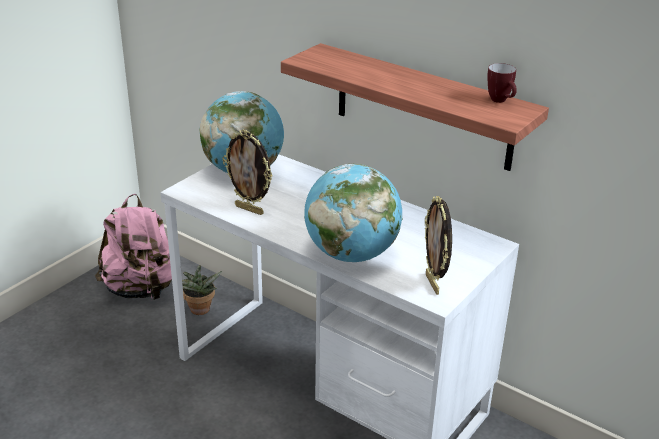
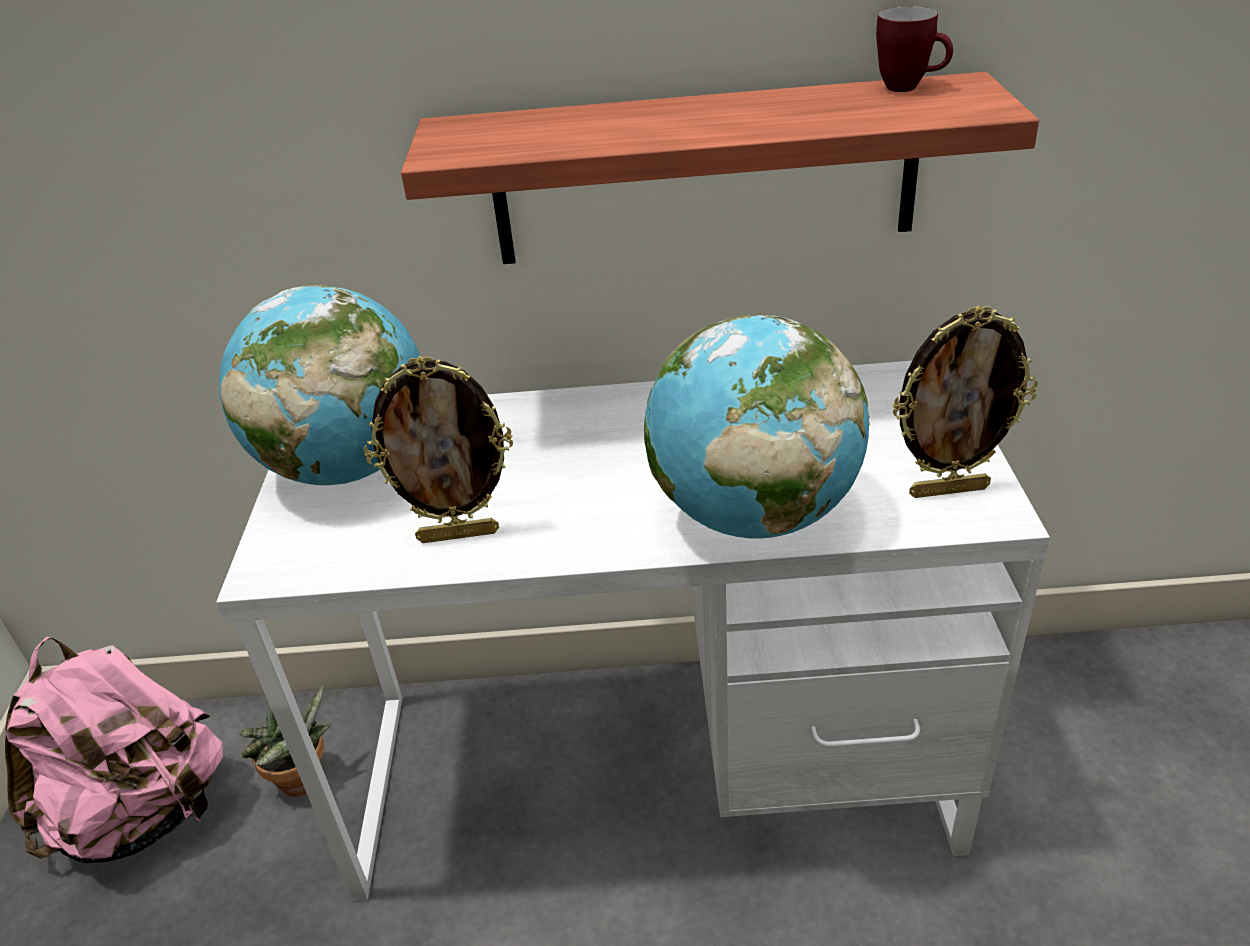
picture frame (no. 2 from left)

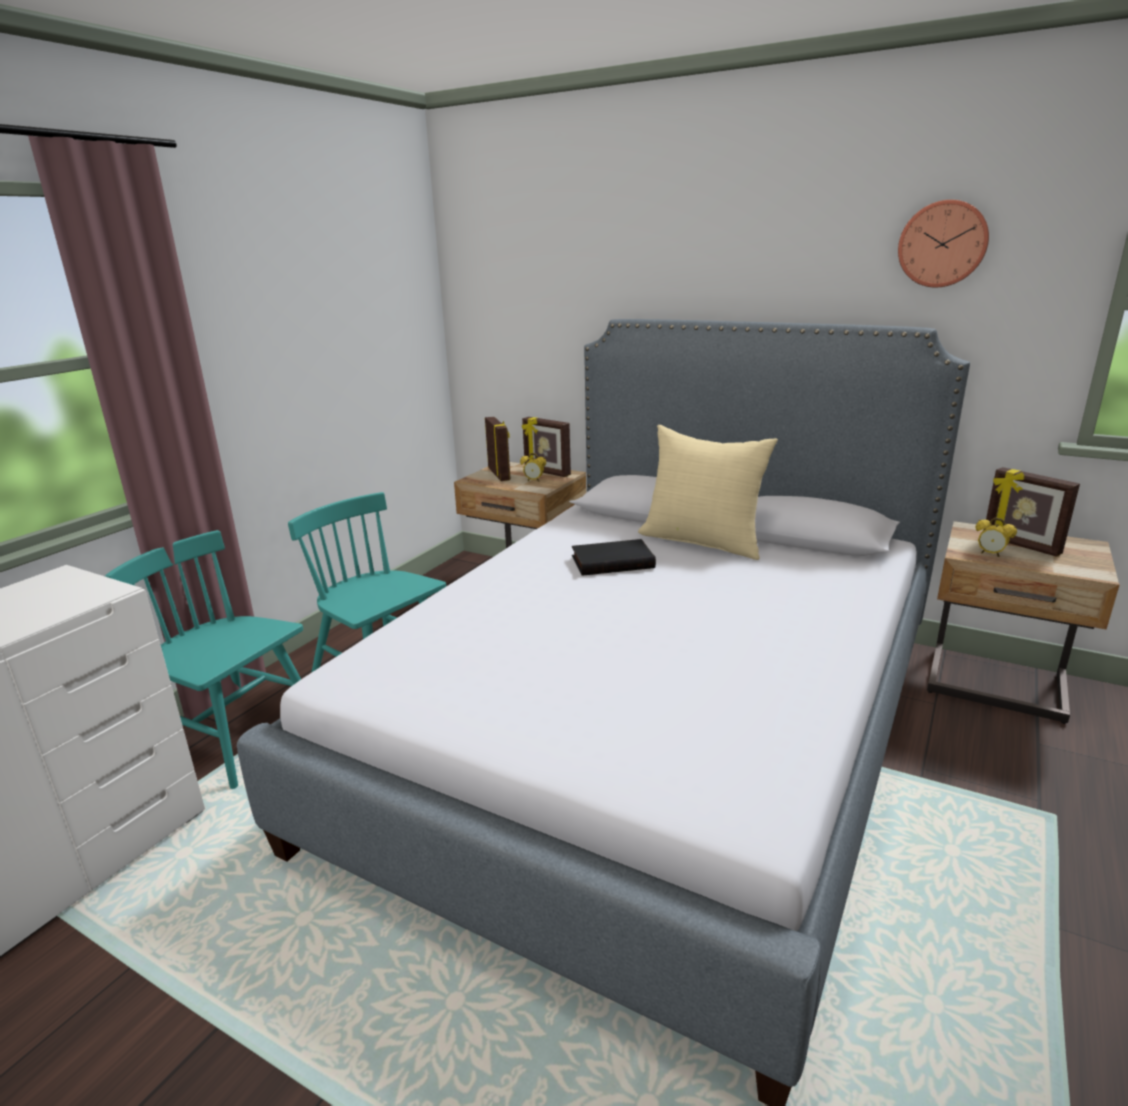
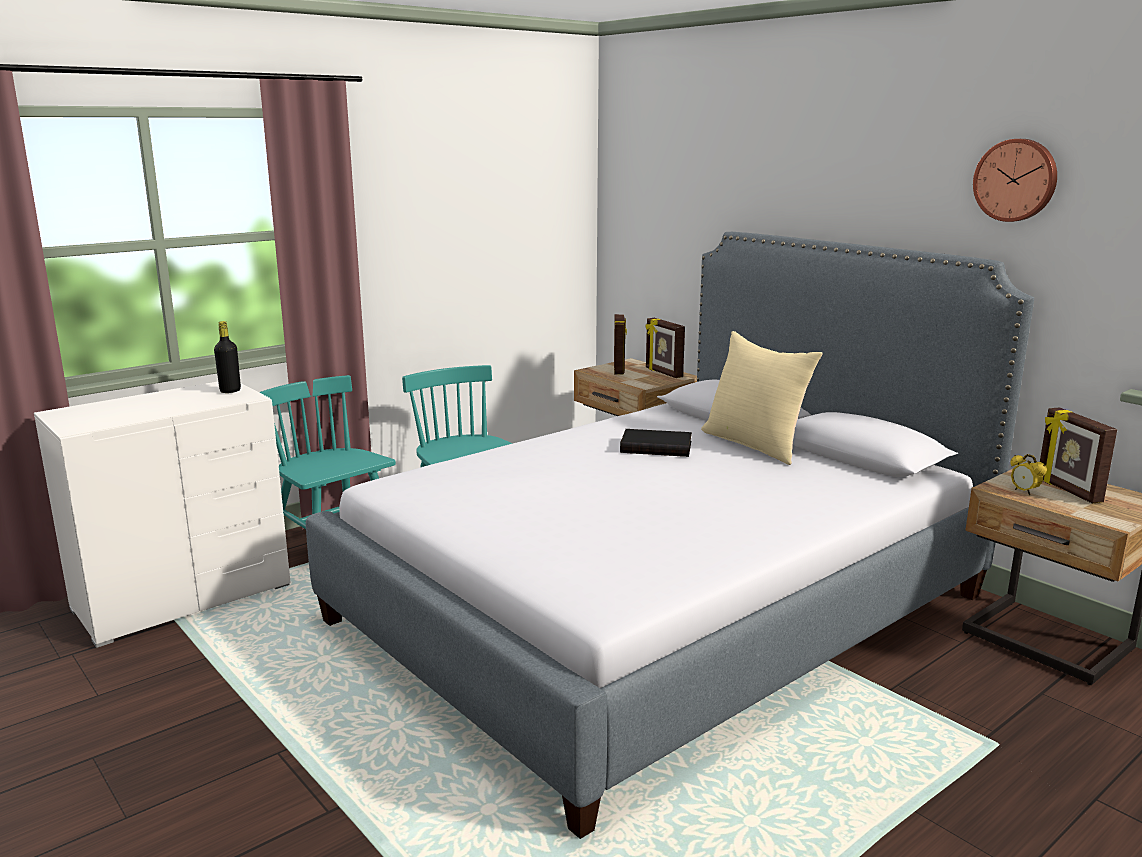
alarm clock (no. 1 from left in the first image)
bottle/black

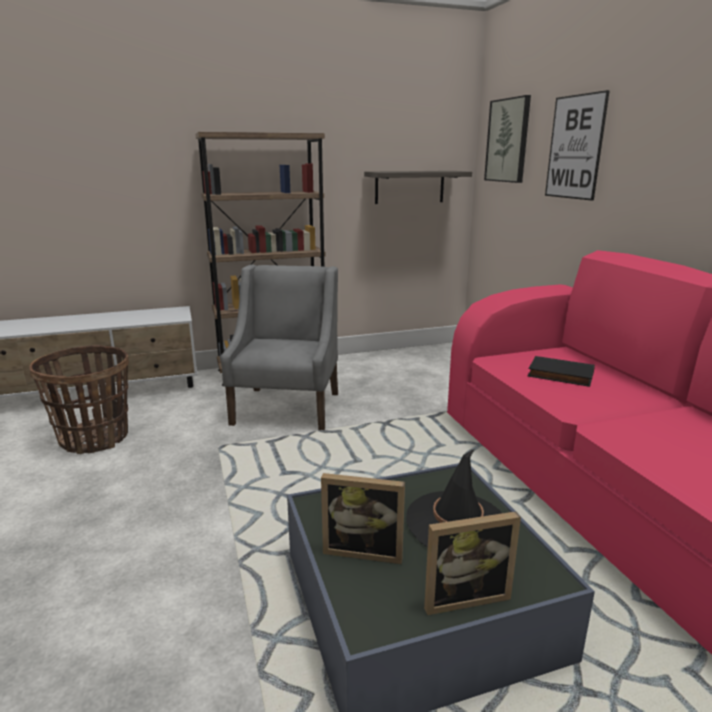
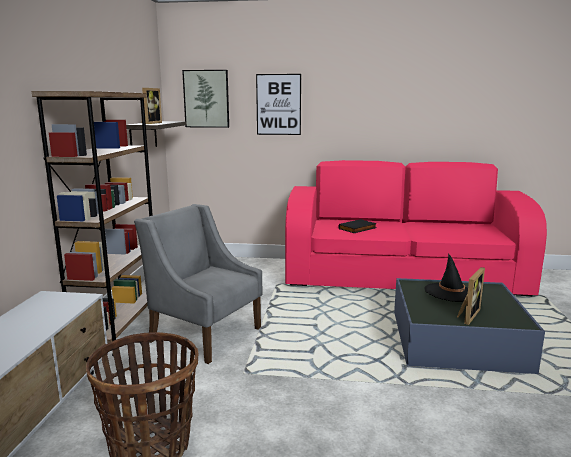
picture frame (no. 1 from left)

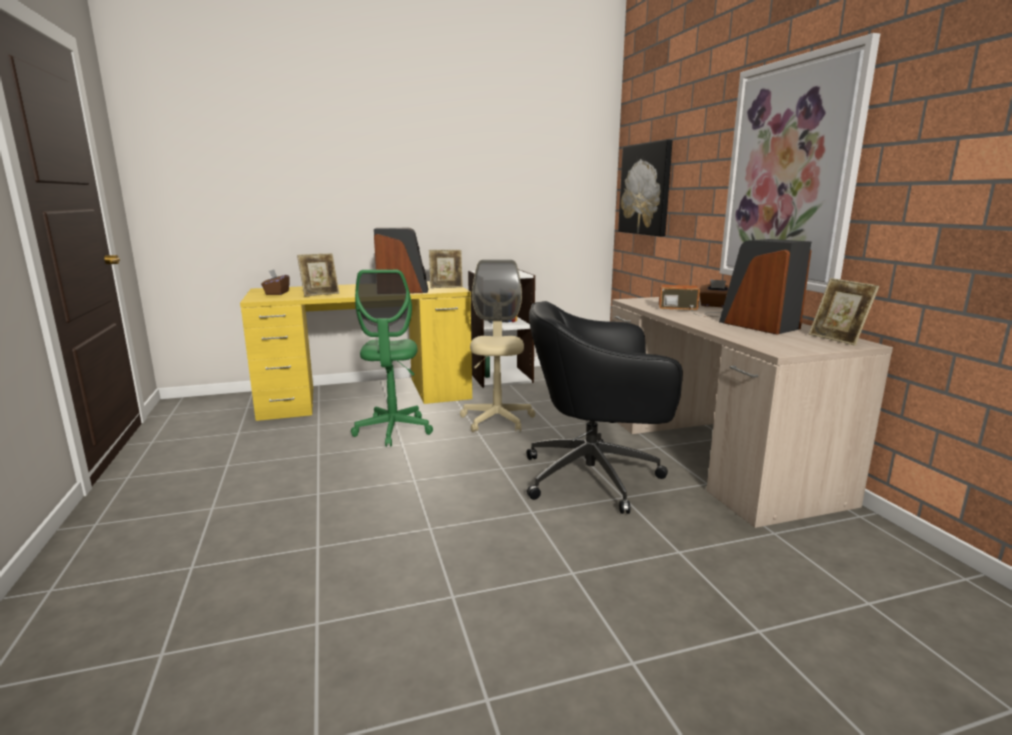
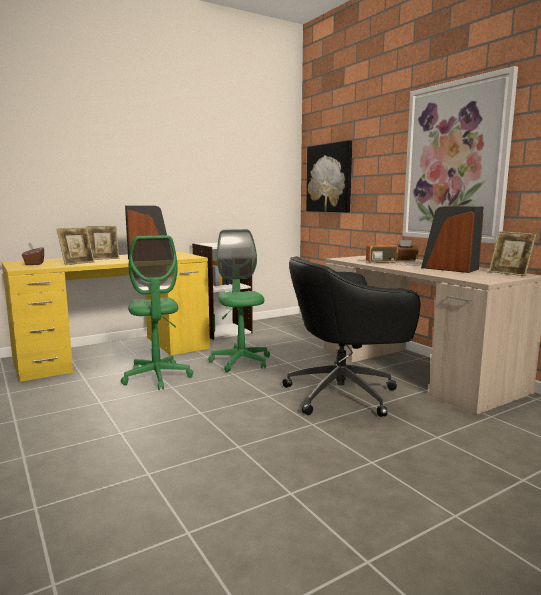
picture frame (no. 2 from left)
office chair/green (no. 2 from left)

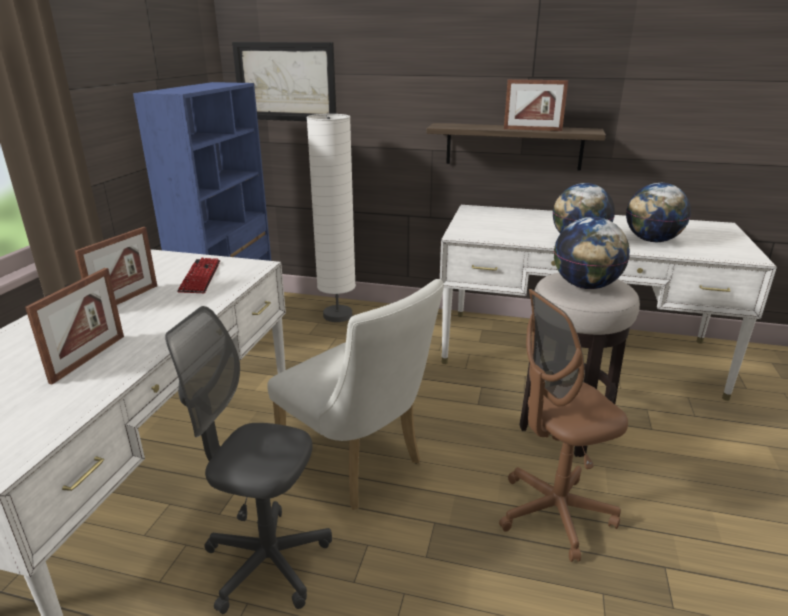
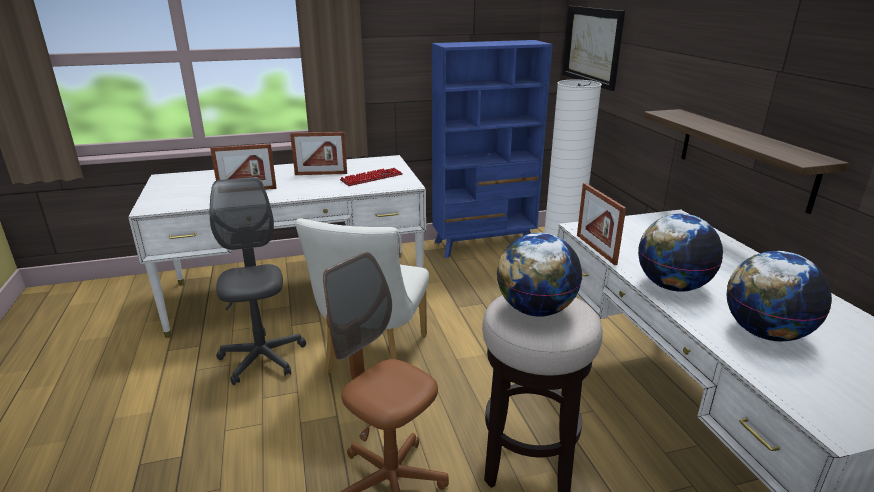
picture frame (no. 3 from left)

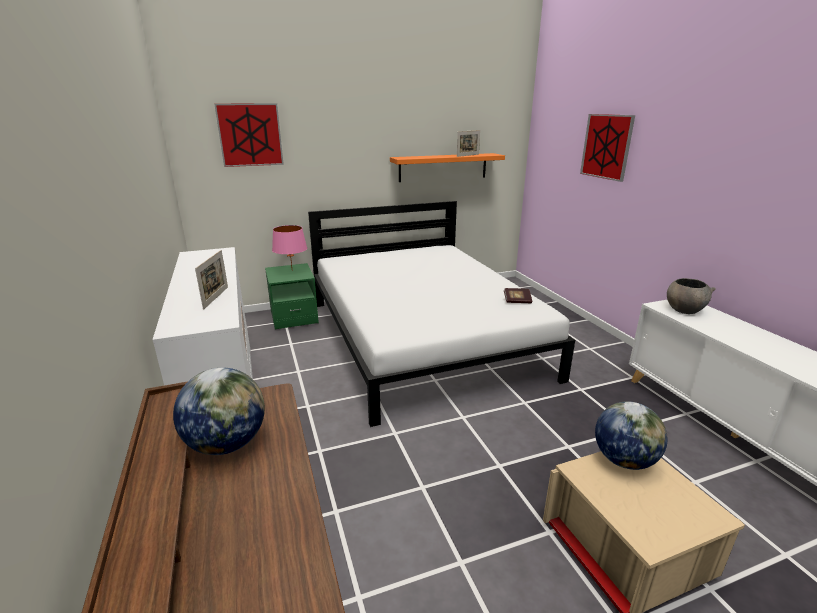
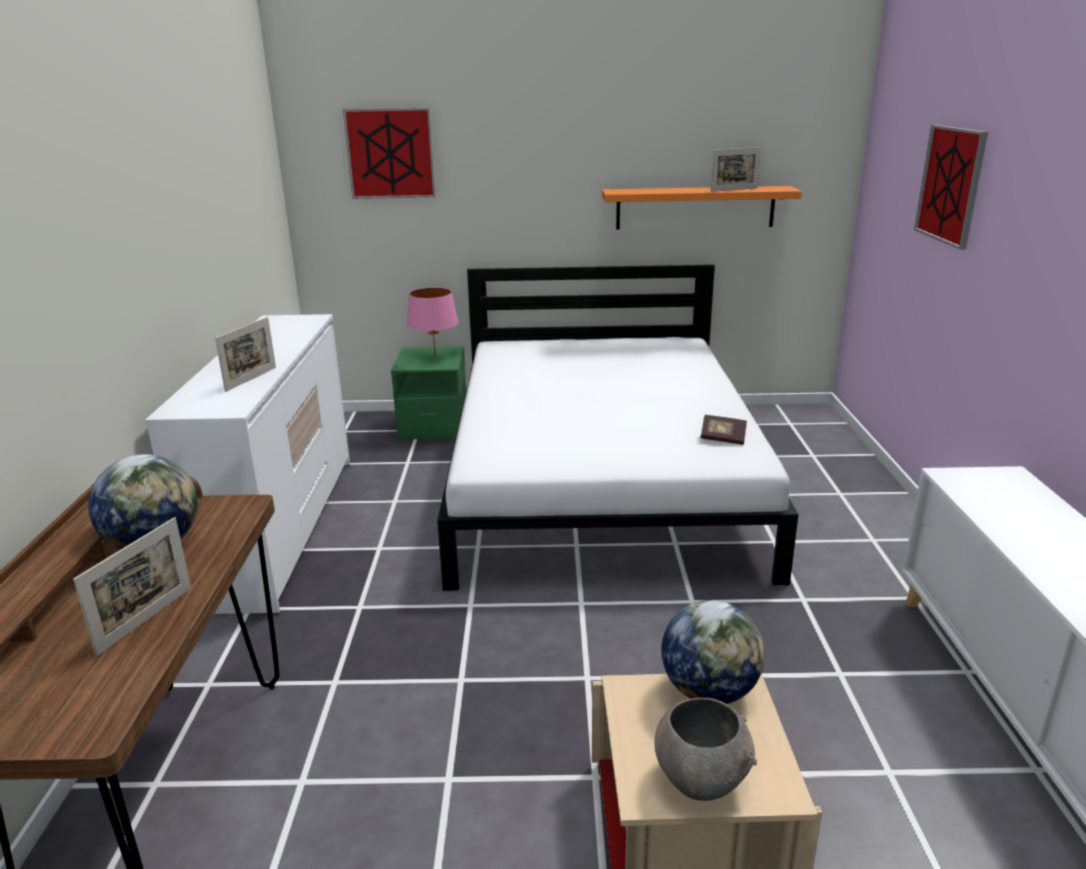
picture frame (no. 1 from left)
bowl/grey

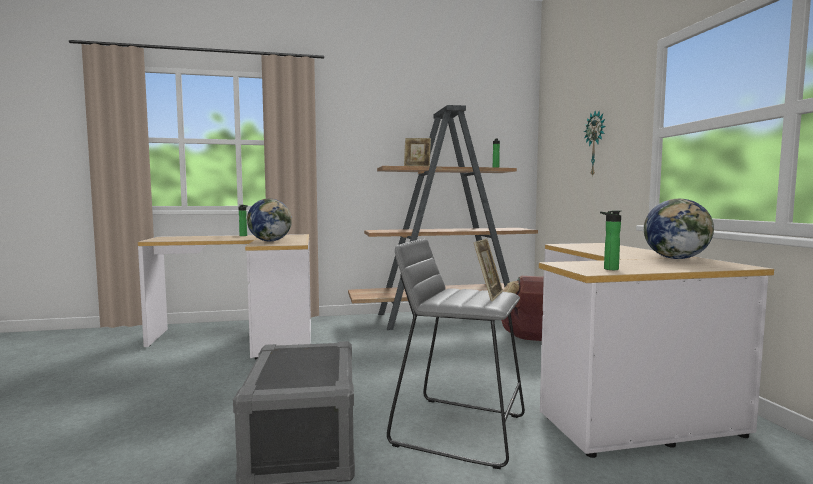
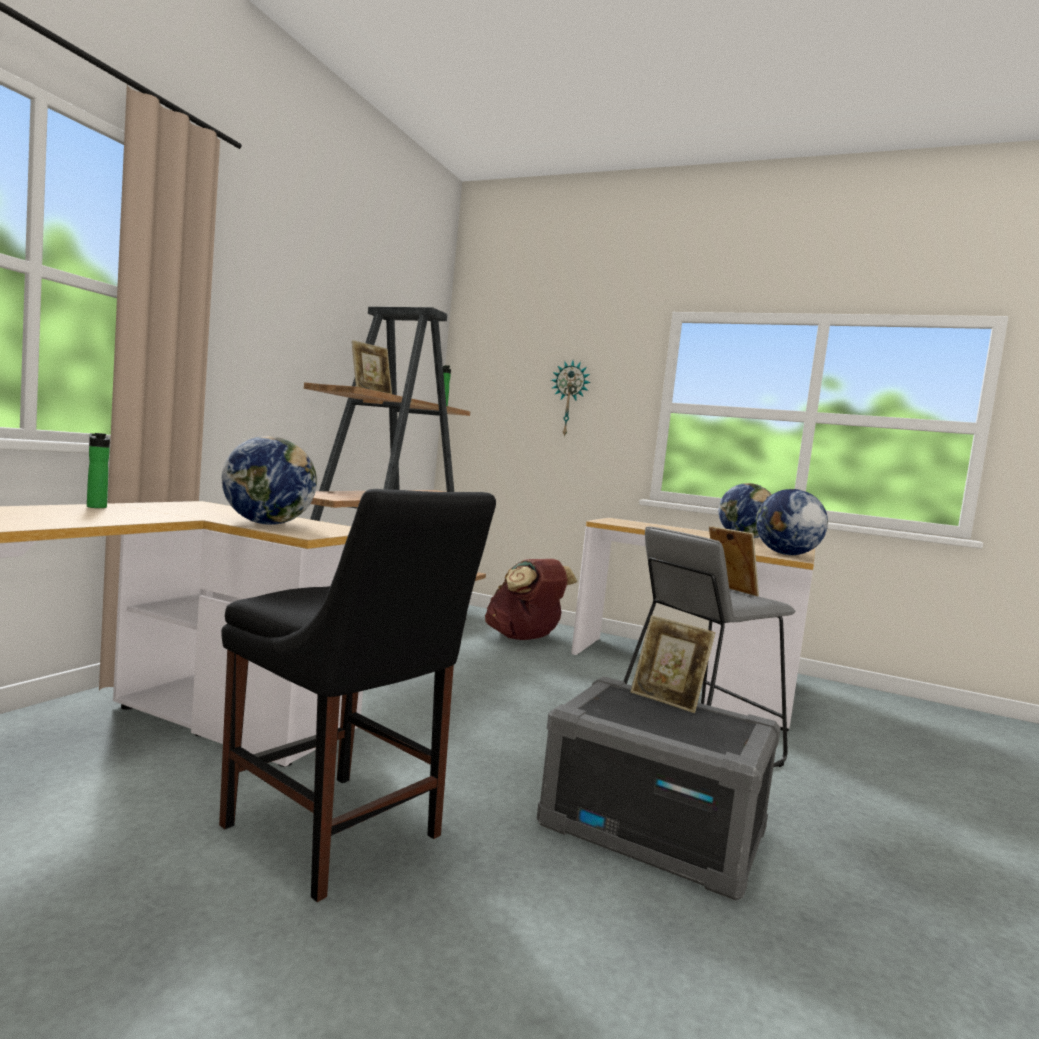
chair/black
picture frame (no. 2 from left)
globe (no. 3 from left)

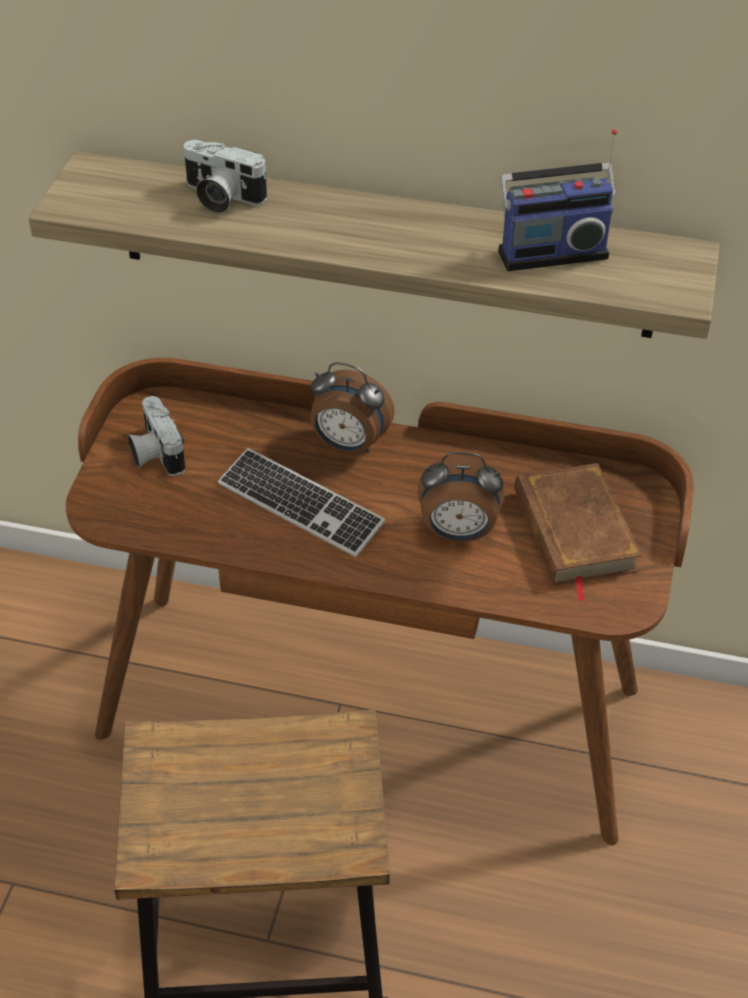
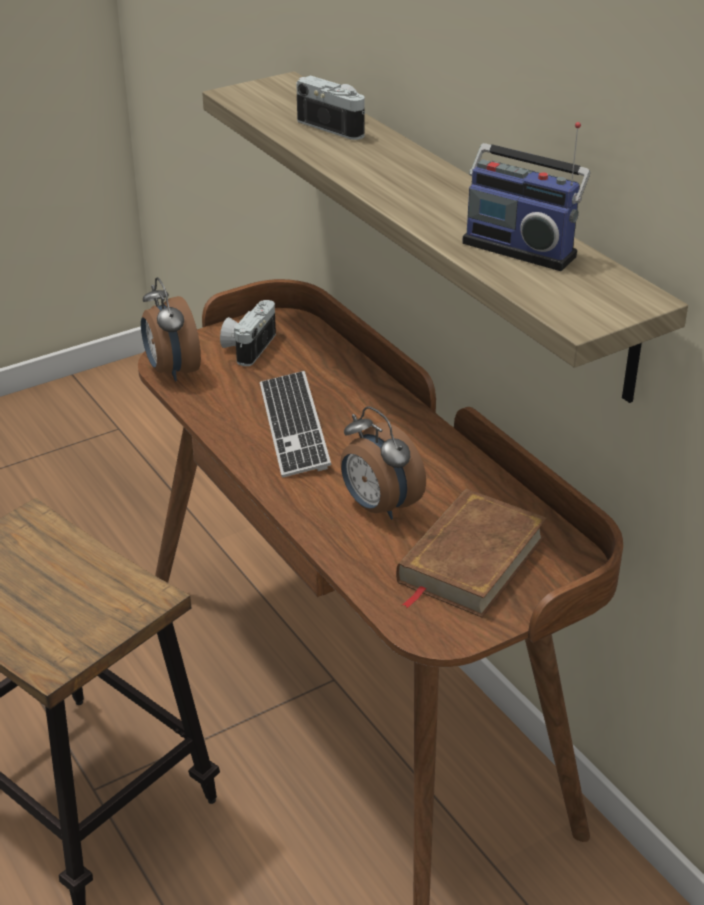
alarm clock (no. 1 from left)
photo camera (no. 2 from left)

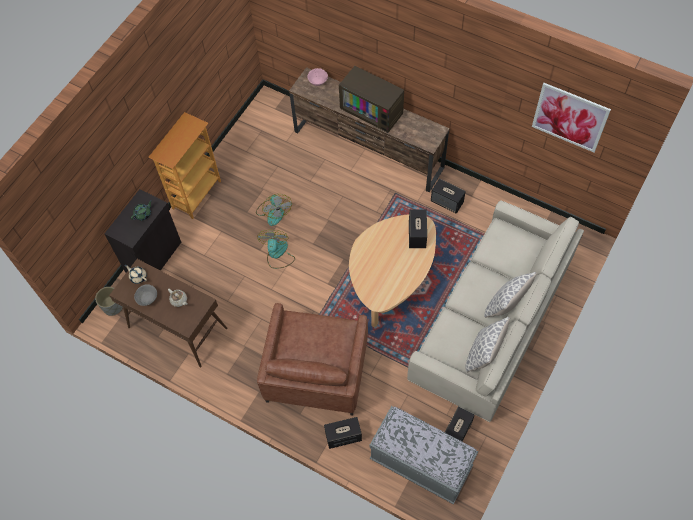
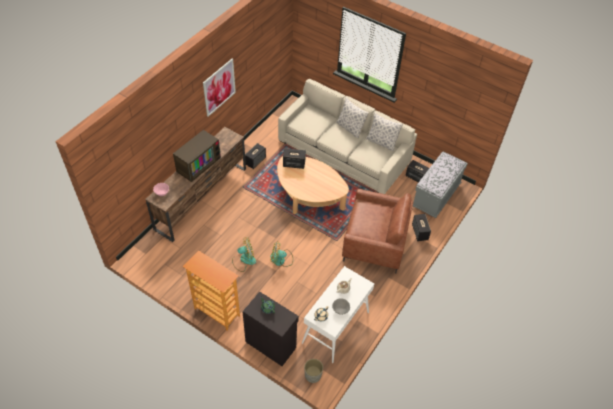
picture
console table/white

